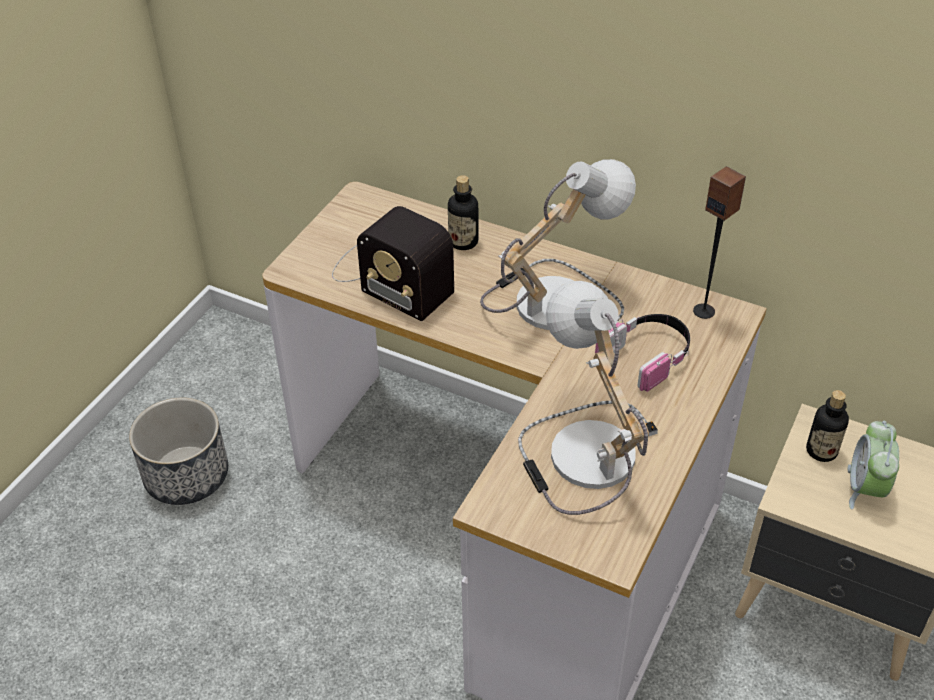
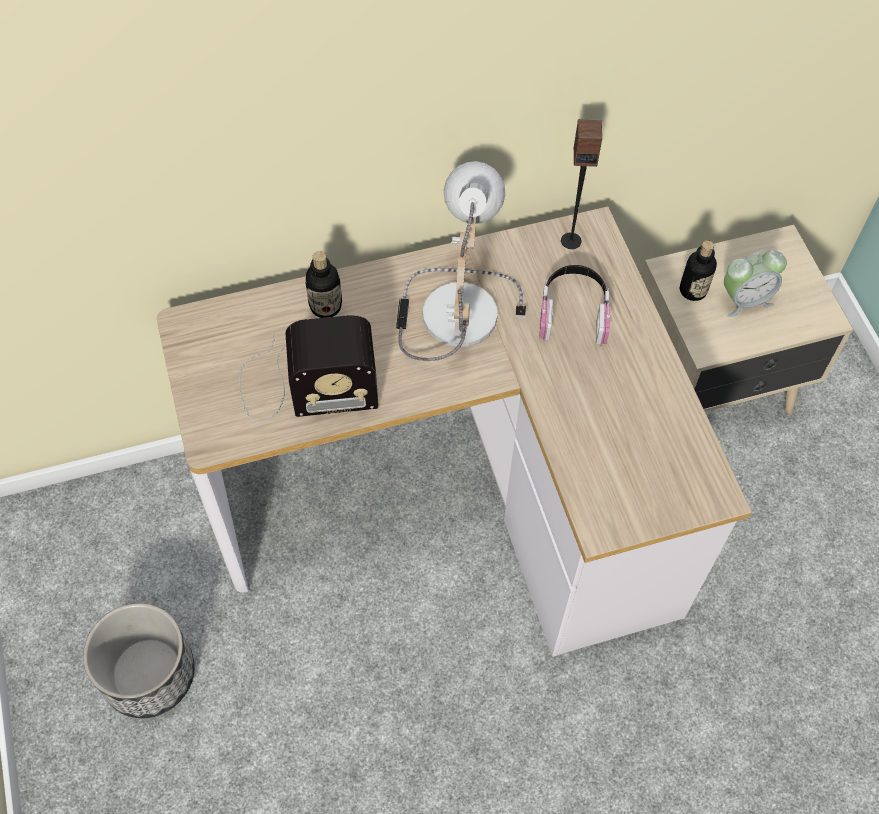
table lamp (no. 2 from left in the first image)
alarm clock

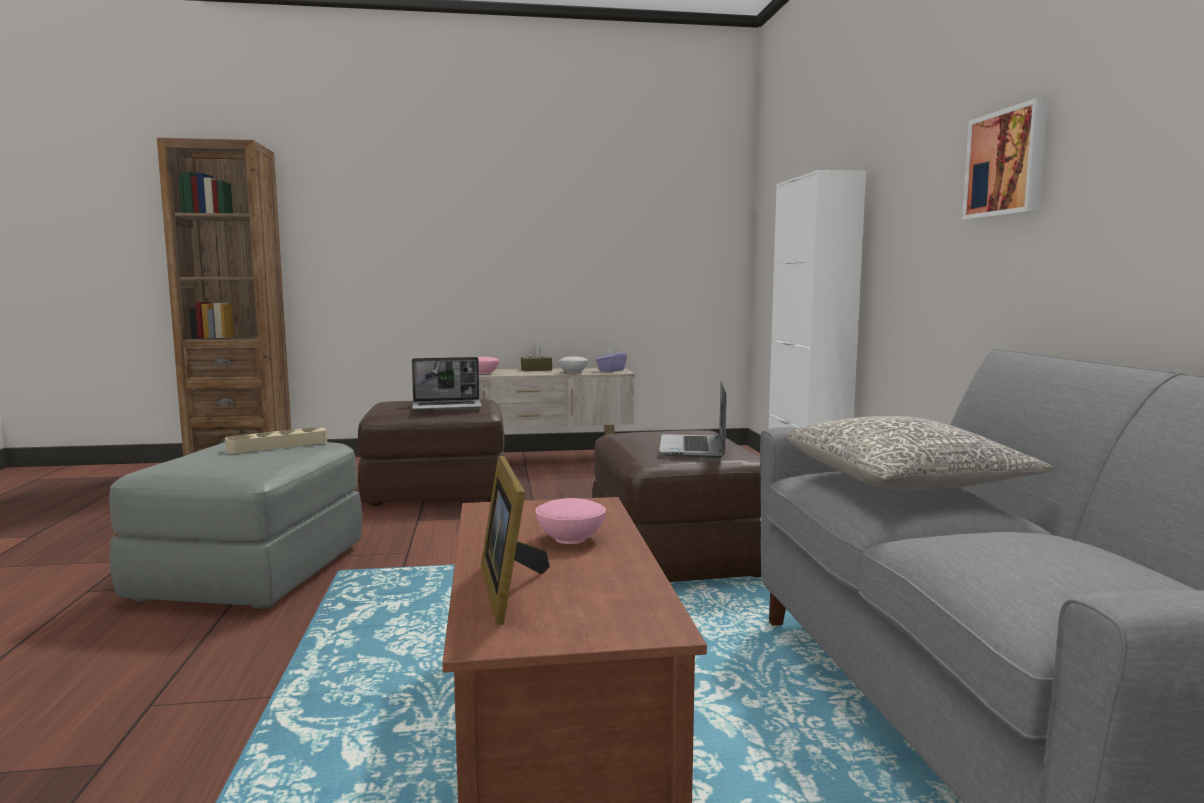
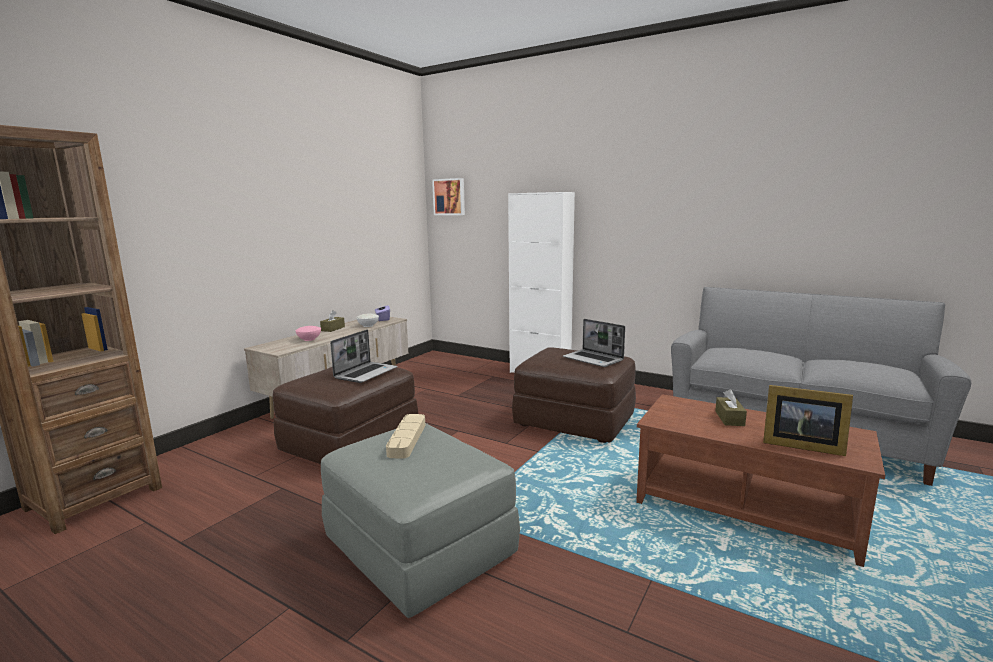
pillow/grey
picture
tissue box/brown (no. 2 from left)

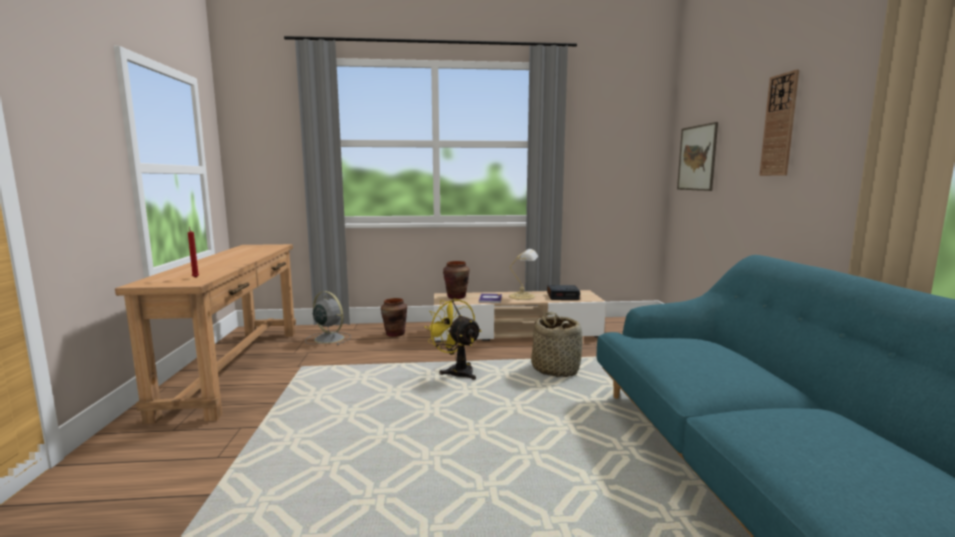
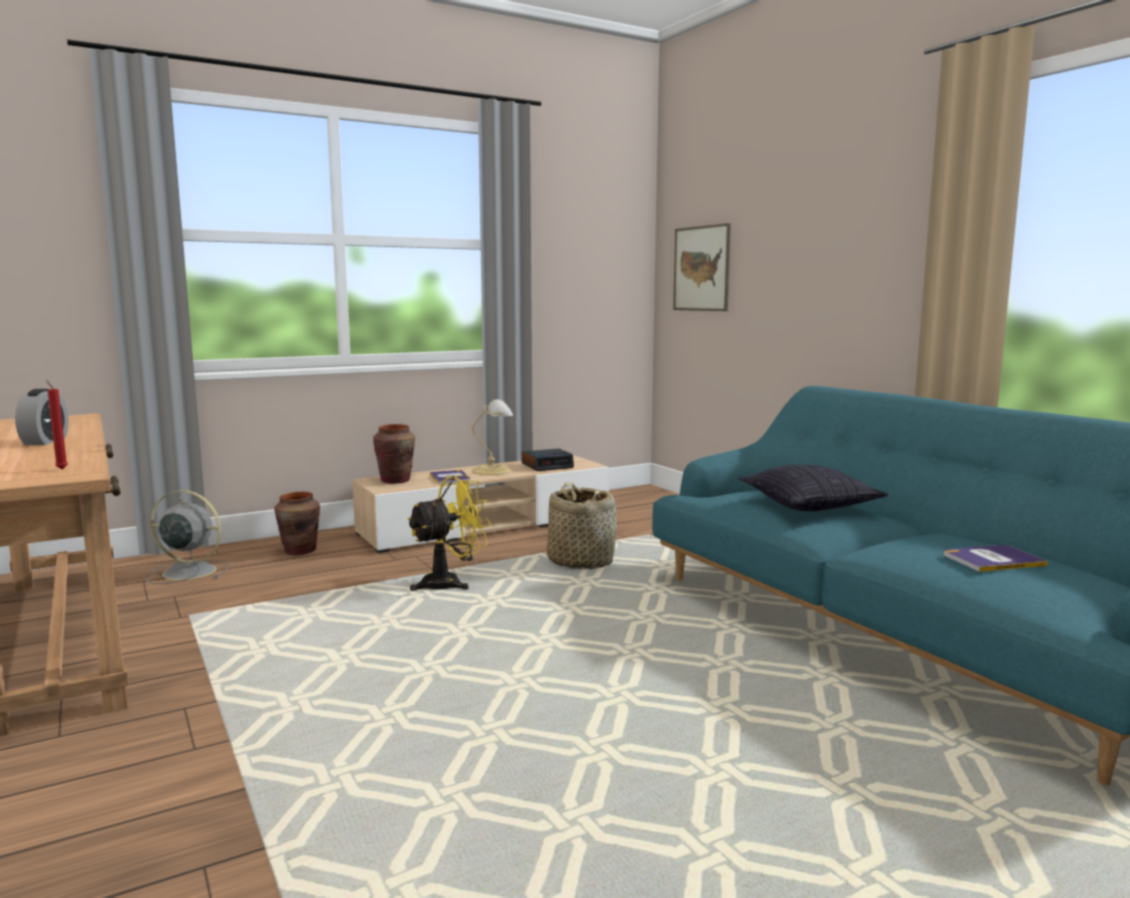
wall clock
alarm clock (no. 1 from left)
pillow
book (no. 2 from left)
fan/yellow

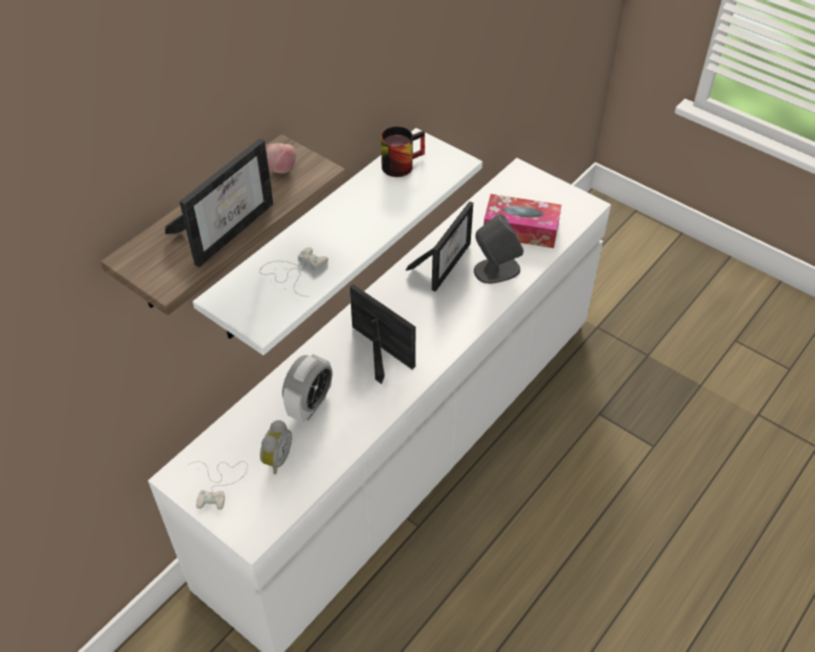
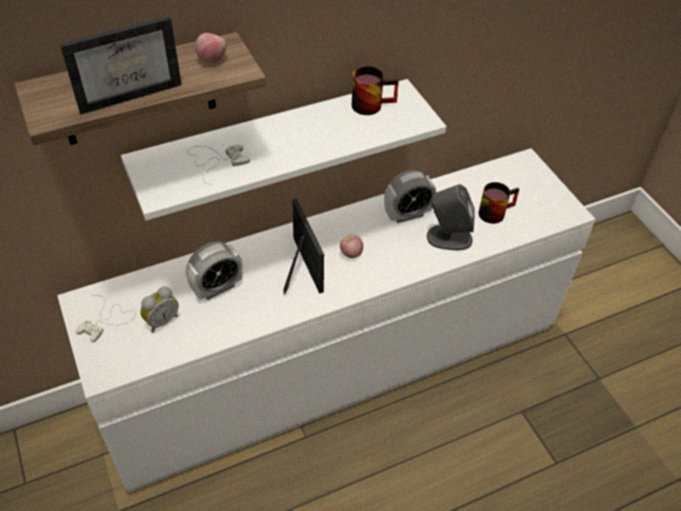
apple (no. 2 from left)
alarm clock (no. 3 from left)
mug (no. 2 from left)

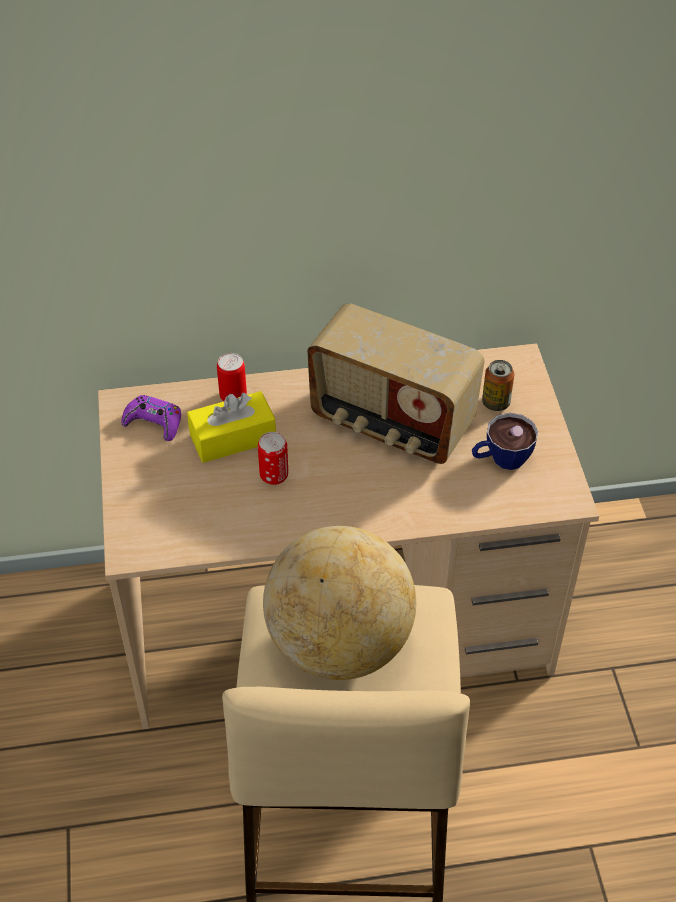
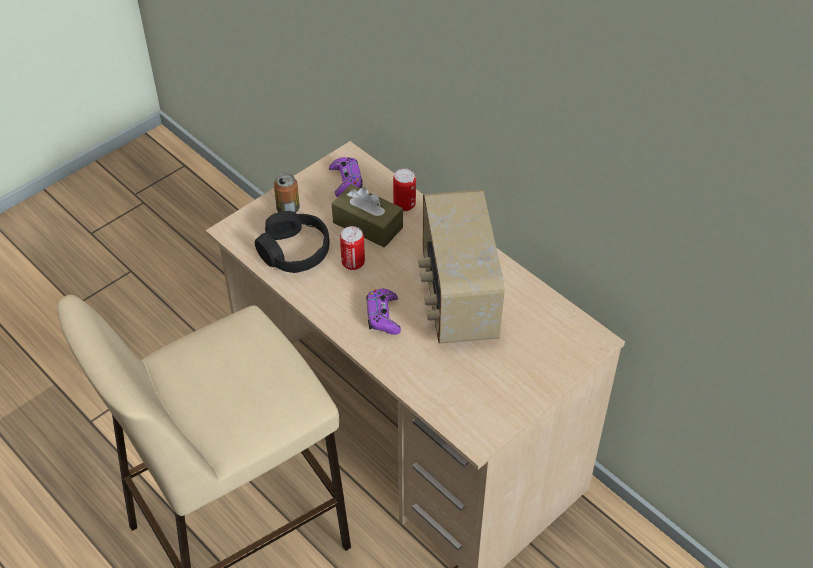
globe
cup
headphones/black
game controller/purple (no. 2 from left)
can (no. 1 from left)
tissue box/brown

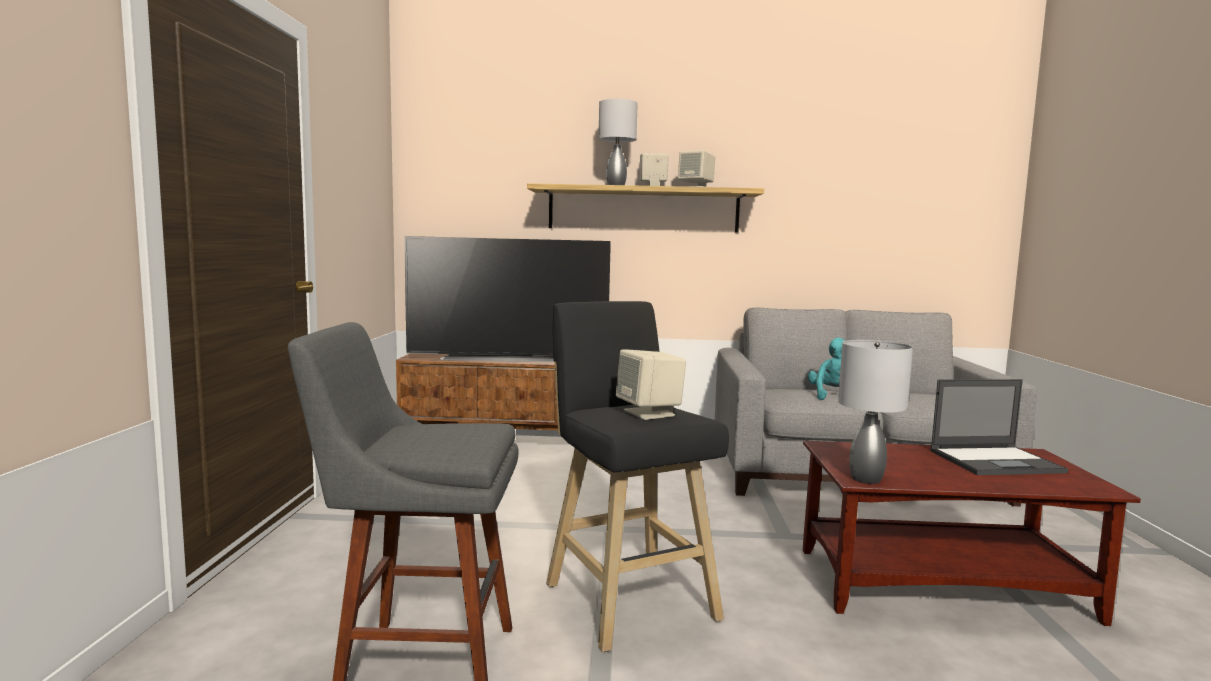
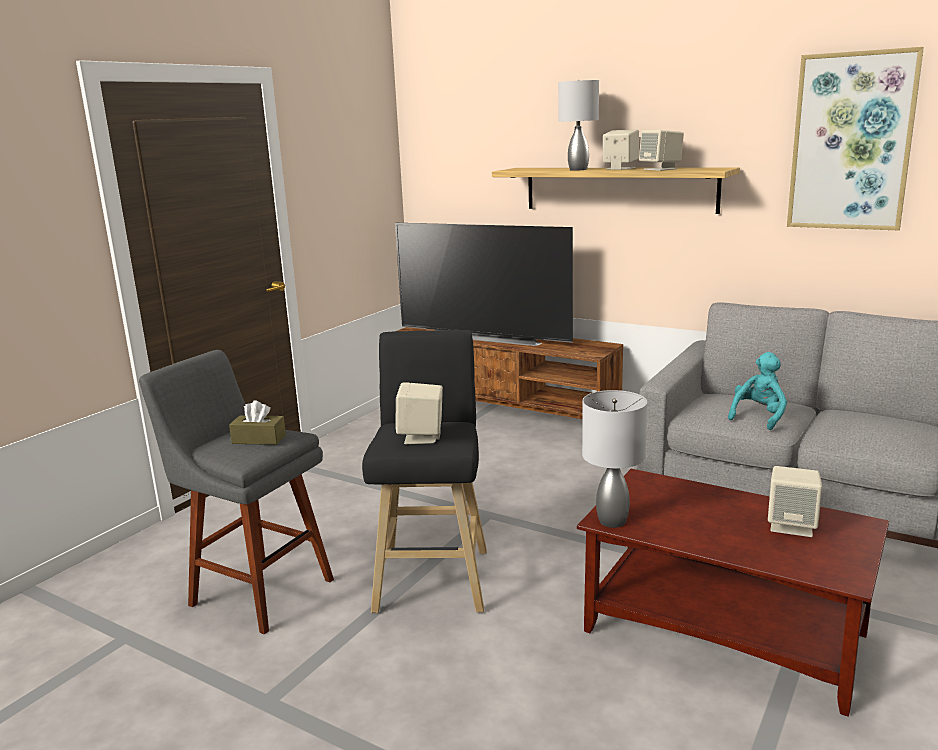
tissue box/brown
picture
speaker/beige (no. 4 from left)

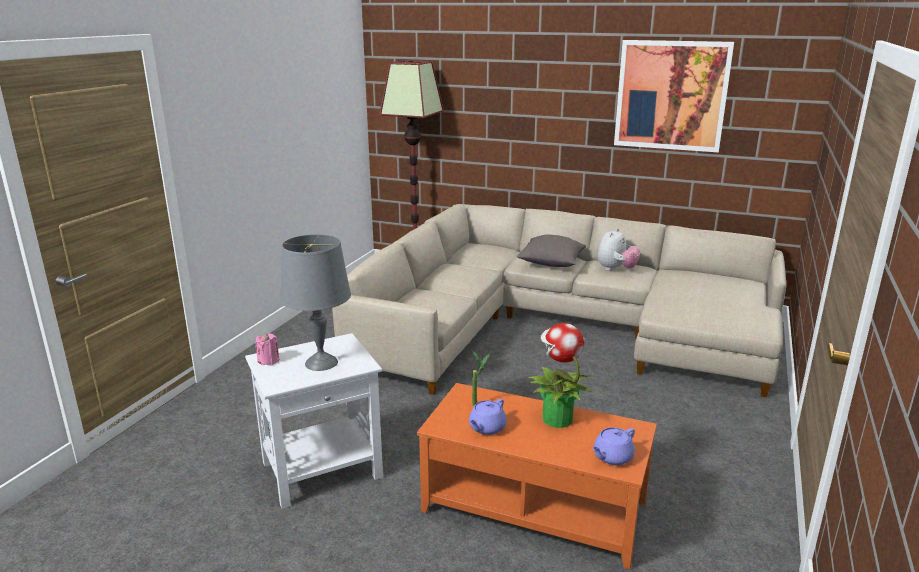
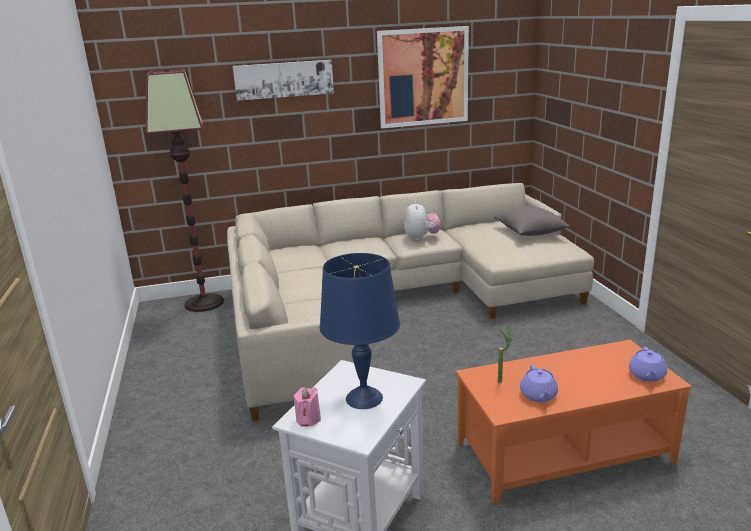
potted plant (no. 2 from left in the first image)
picture (no. 1 from left)
pillow/grey
table lamp/blue

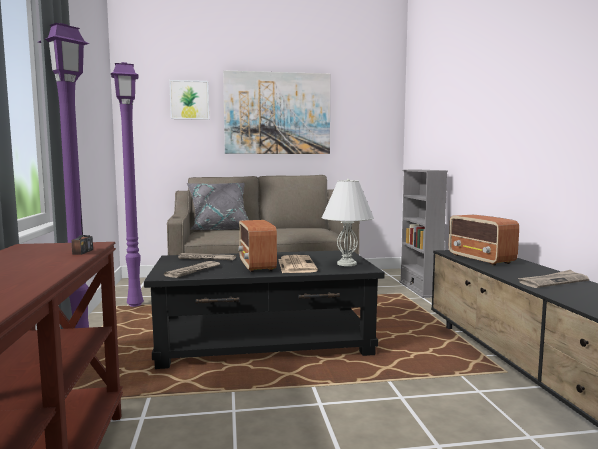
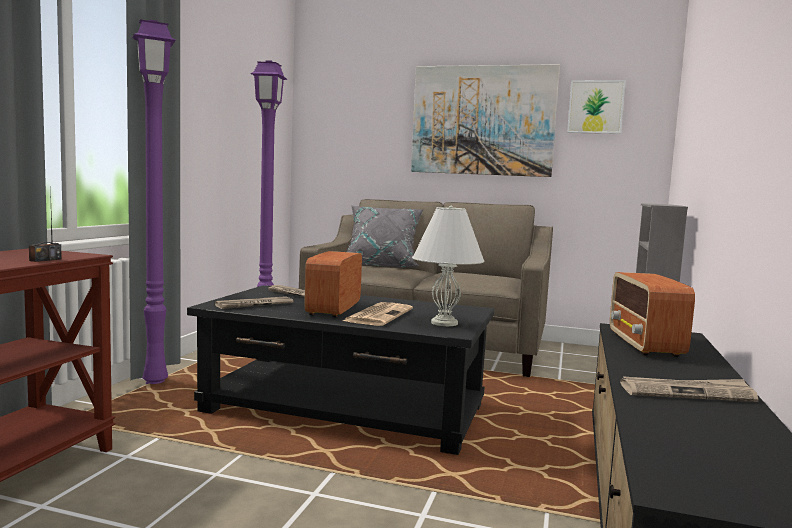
picture (no. 2 from left)

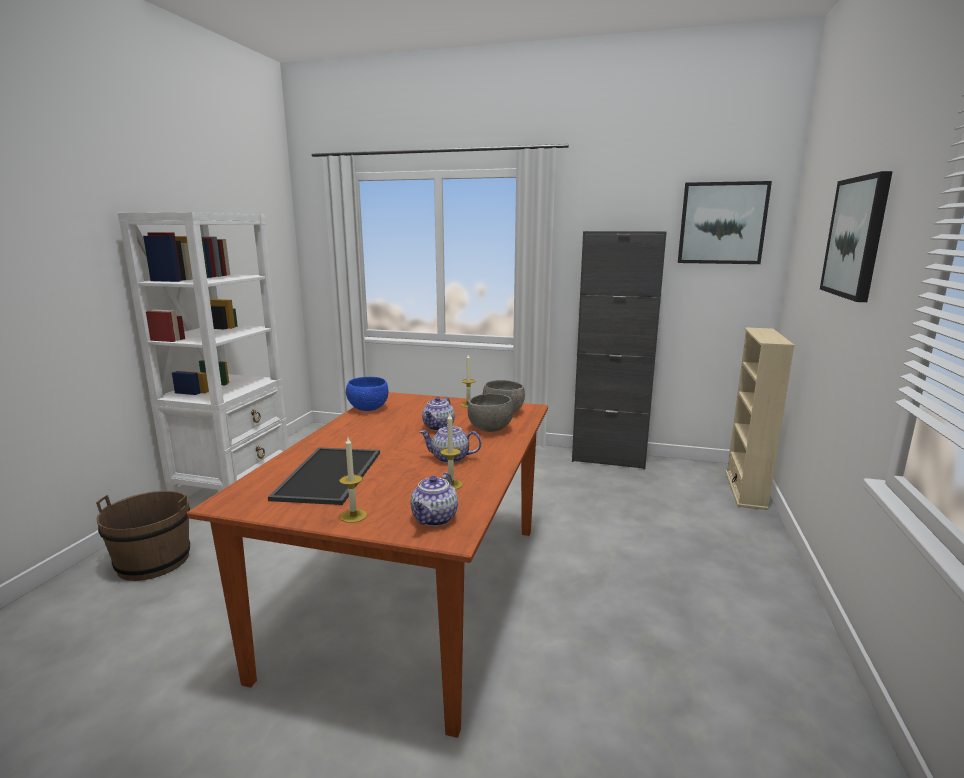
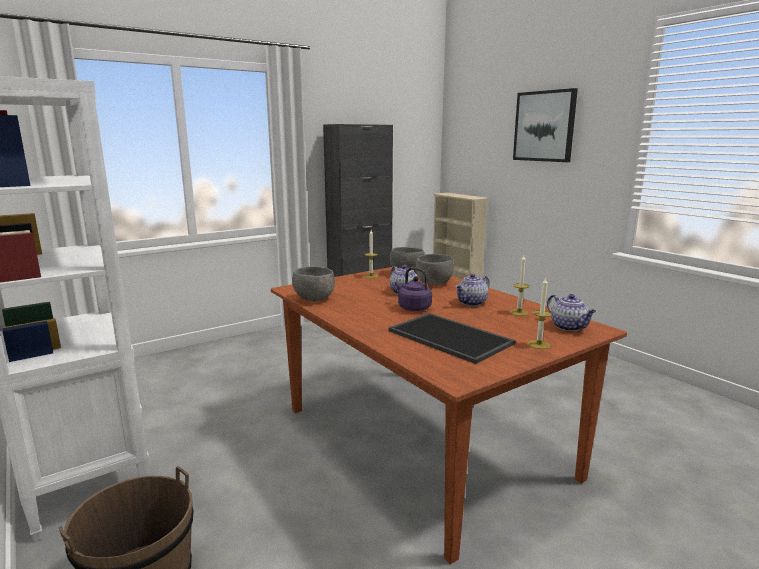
picture (no. 1 from left in the first image)
kettle/purple
bowl/grey (no. 1 from left)

